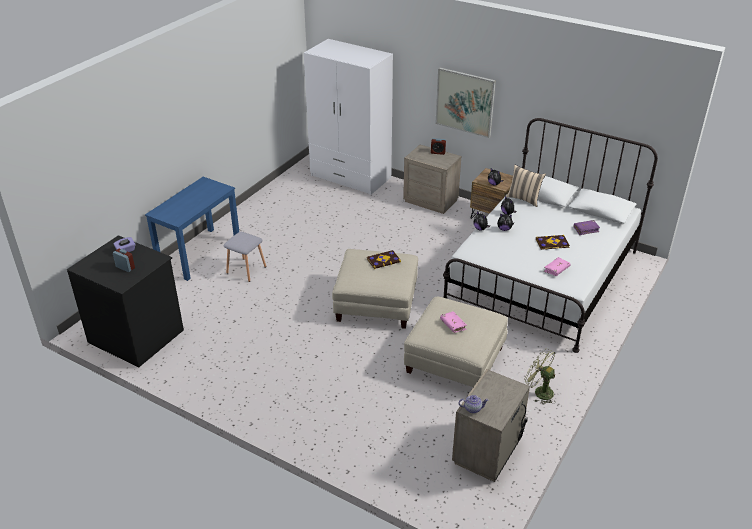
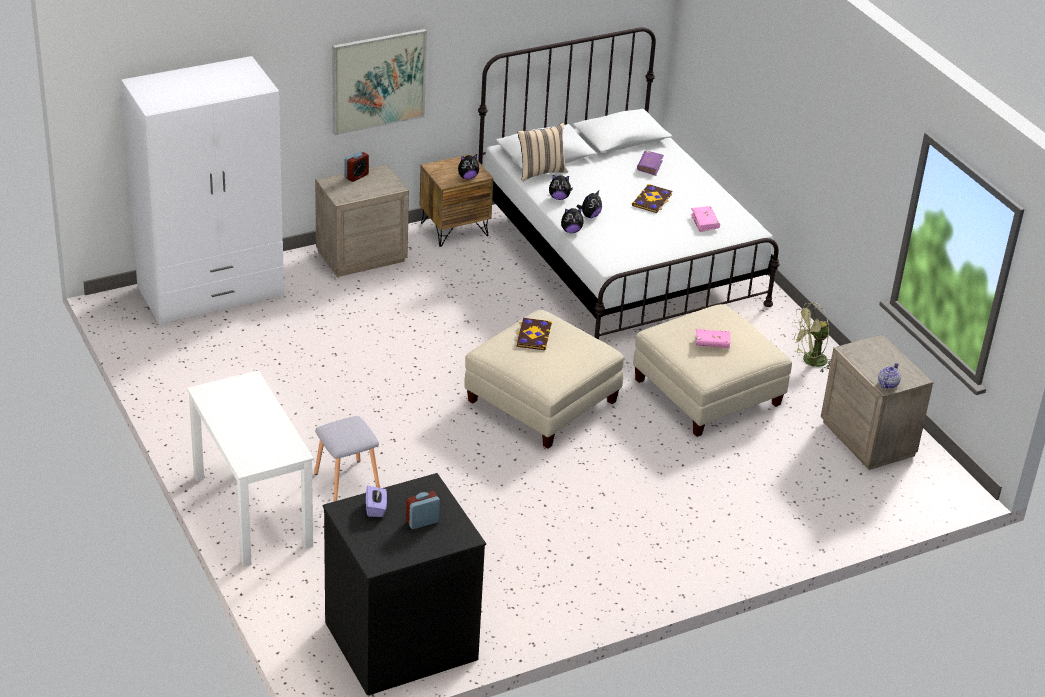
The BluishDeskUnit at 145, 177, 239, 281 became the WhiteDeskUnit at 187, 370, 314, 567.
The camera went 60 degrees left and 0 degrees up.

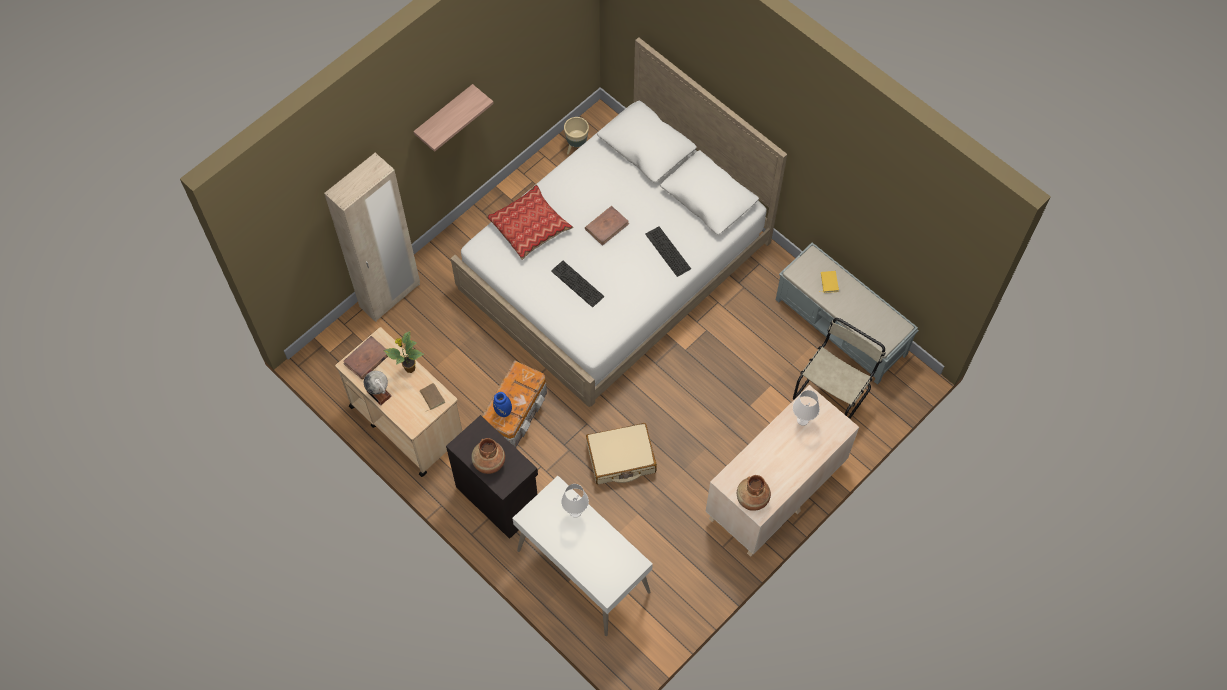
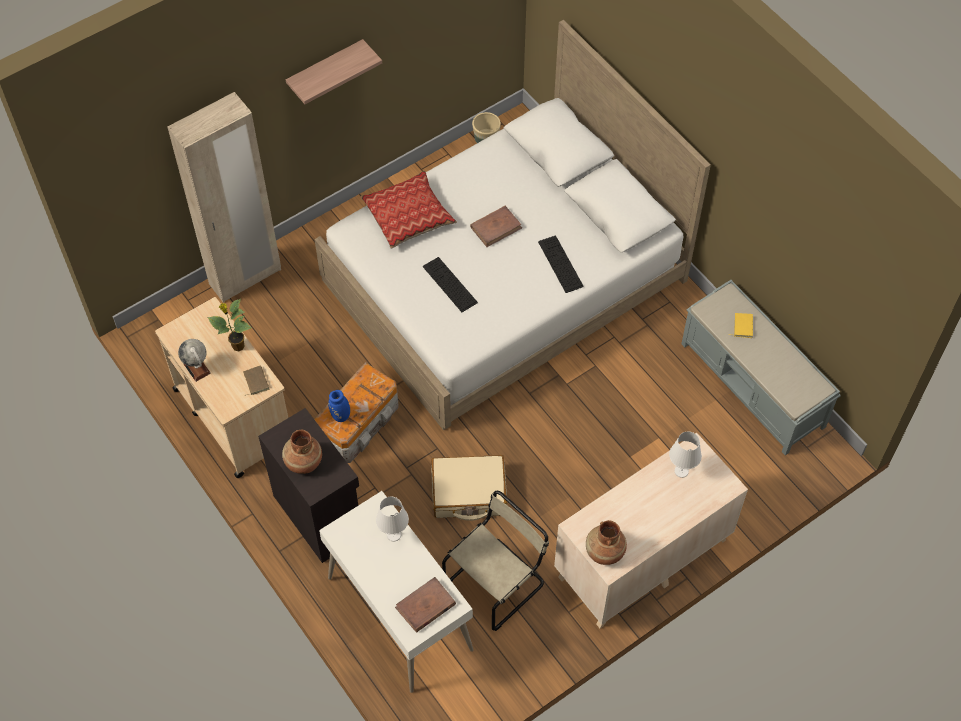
The BrownishBook moved from 343, 336, 388, 380 to 395, 577, 456, 633.
The BeigeChair moved from 793, 318, 886, 419 to 442, 491, 549, 631.
The camera went 10 degrees right and 5 degrees down.

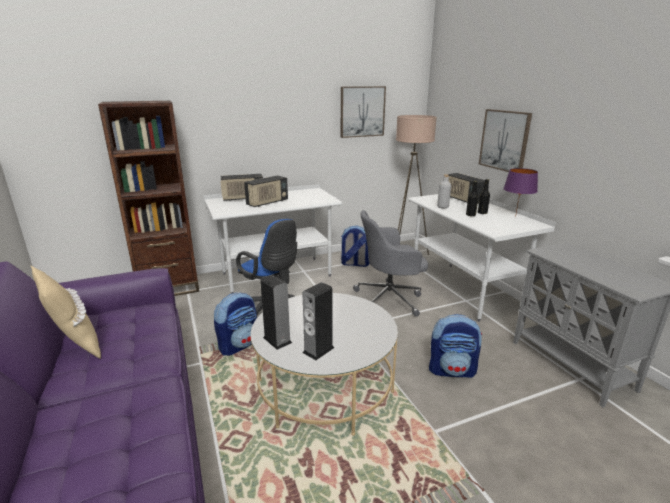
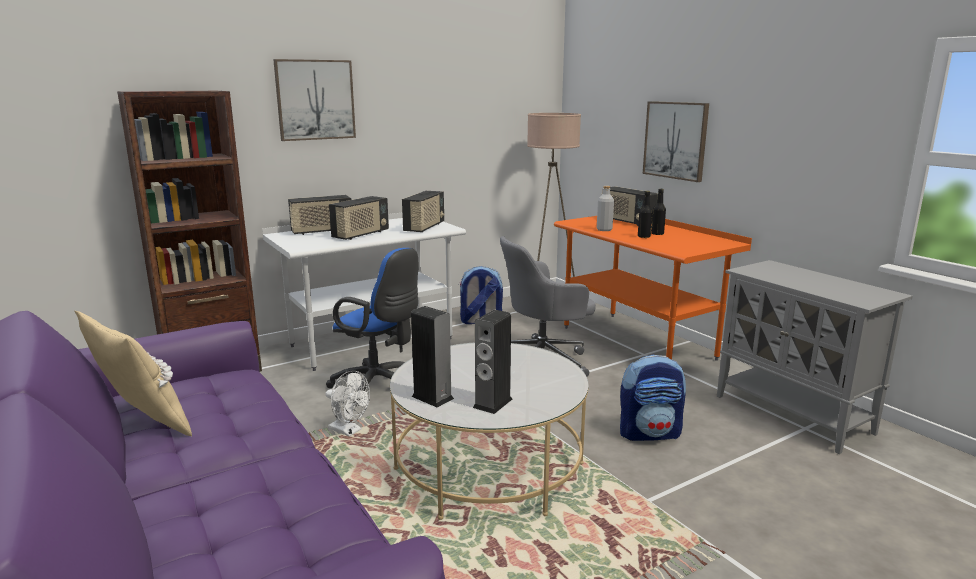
The WallPicture moved from 341, 86, 386, 138 to 273, 59, 356, 141.
The Backpack at 214, 292, 257, 356 was replaced by the WhiteCoolingFan at 326, 370, 370, 437.
The Radio at 402, 191, 444, 232 appeared.
The WhiteDeskUnit at 408, 194, 556, 322 became the OrangeyDeskUnit at 554, 216, 752, 361.
The PurpleLampForATable at 503, 168, 538, 218 disappeared.
The camera went 10 degrees left and 5 degrees down.

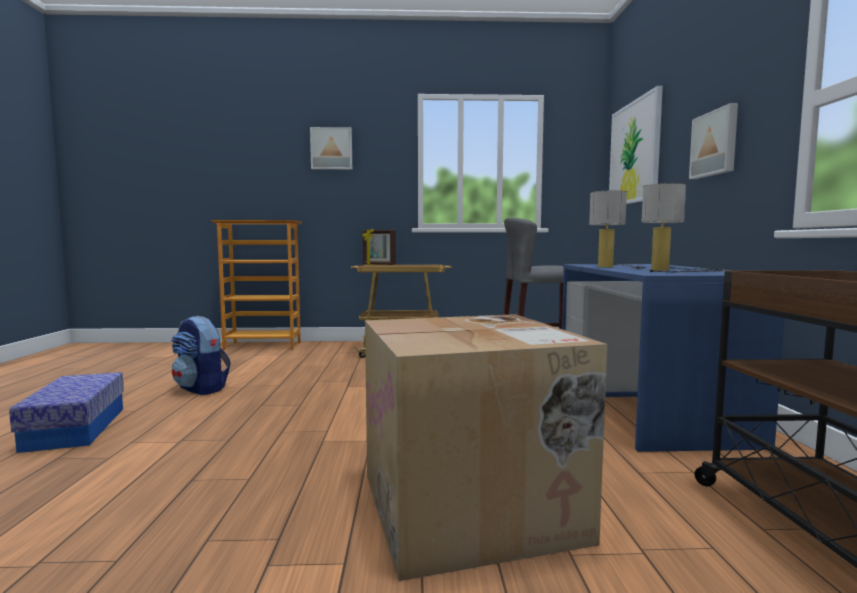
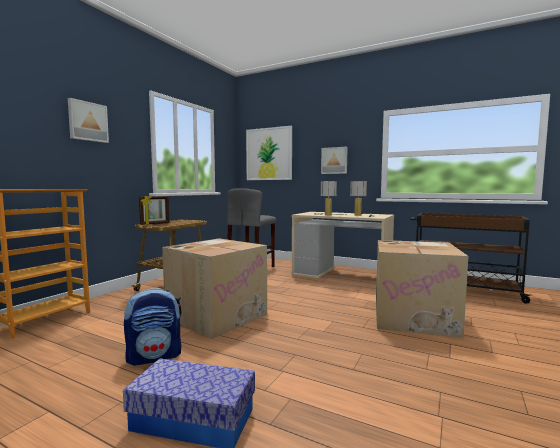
The PackingBox at 162, 238, 267, 339 appeared.
The BluishDeskUnit at 562, 264, 785, 452 became the BeigeDeskUnit at 292, 212, 394, 279.
The camera went 60 degrees left and 0 degrees up.

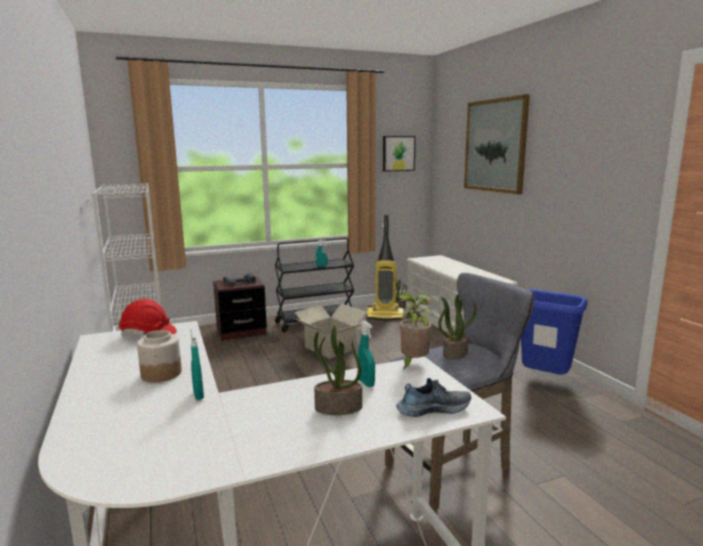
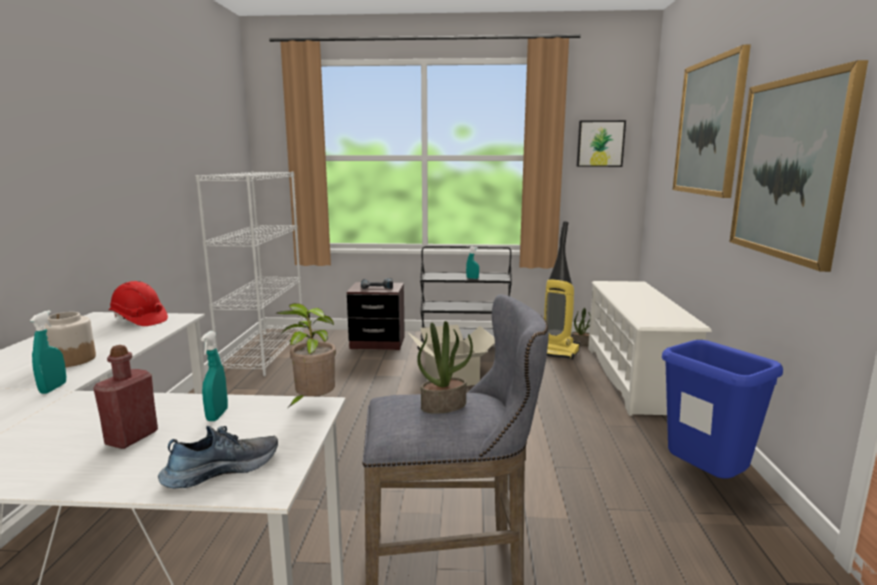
The PlantInAPot at 314, 326, 362, 415 was replaced by the RedBottle at 93, 345, 158, 449.
The ItemOfFootwear at 396, 378, 471, 417 turned 45 degrees counterclockwise.
The WallPicture at 729, 60, 868, 272 appeared.
The camera went 25 degrees right and 0 degrees up.

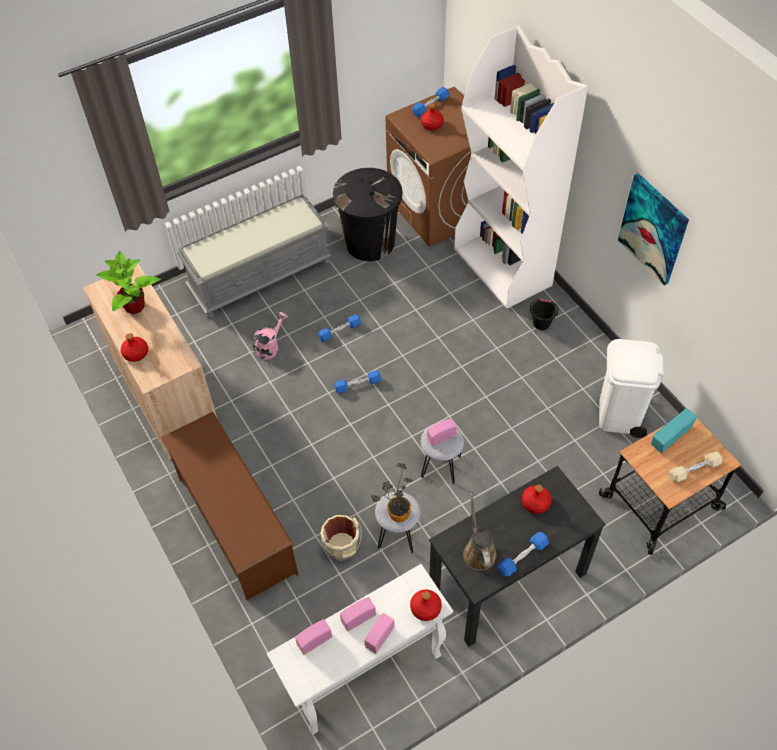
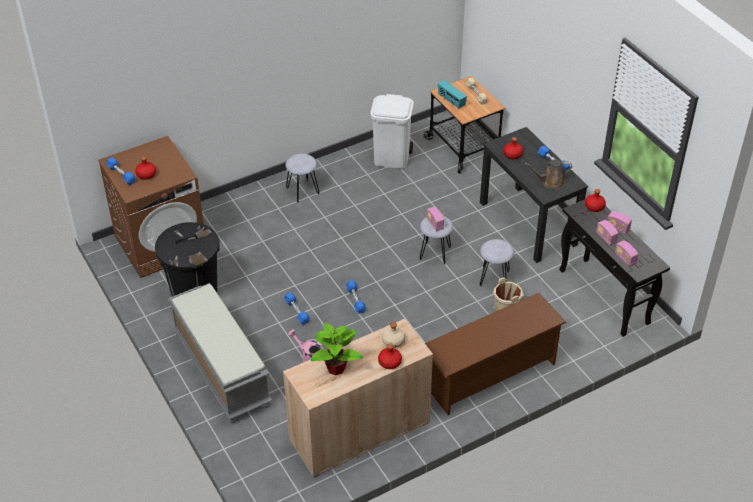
The BlackishWaterBucket at 530, 299, 559, 330 was replaced by the GrayStoolSeat at 286, 153, 319, 202.
The BeigeBottle at 382, 322, 405, 348 appeared.
The WhiteHallTable at 267, 564, 453, 735 became the BlackishHallTable at 559, 199, 670, 337.
The PlantInAPot at 371, 463, 413, 522 disappeared.
The WhiteShelvingUnit at 454, 25, 588, 309 disappeared.
The WallPicture at 618, 173, 689, 286 disappeared.
The camera went 90 degrees left and 10 degrees down.

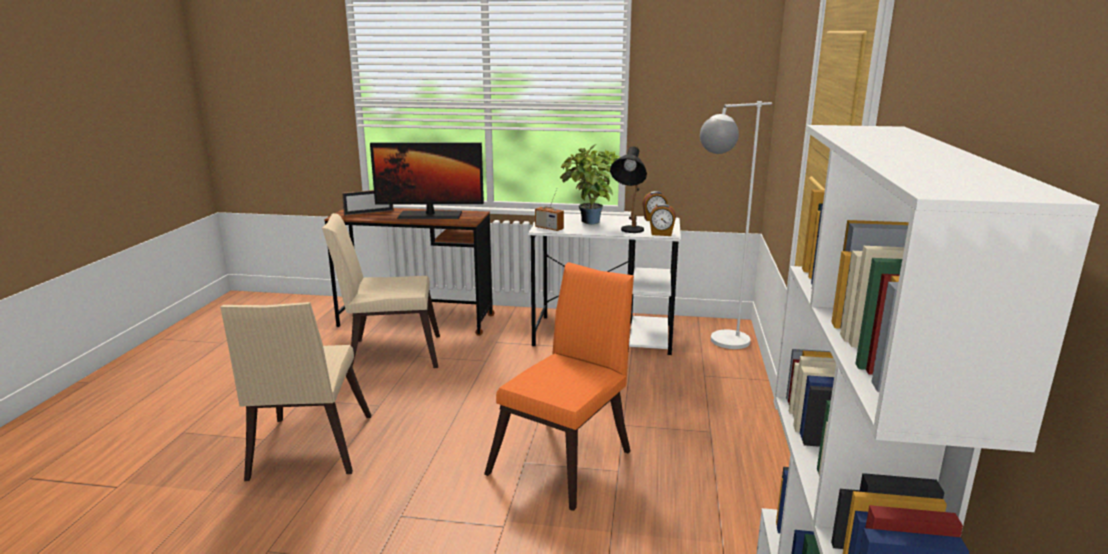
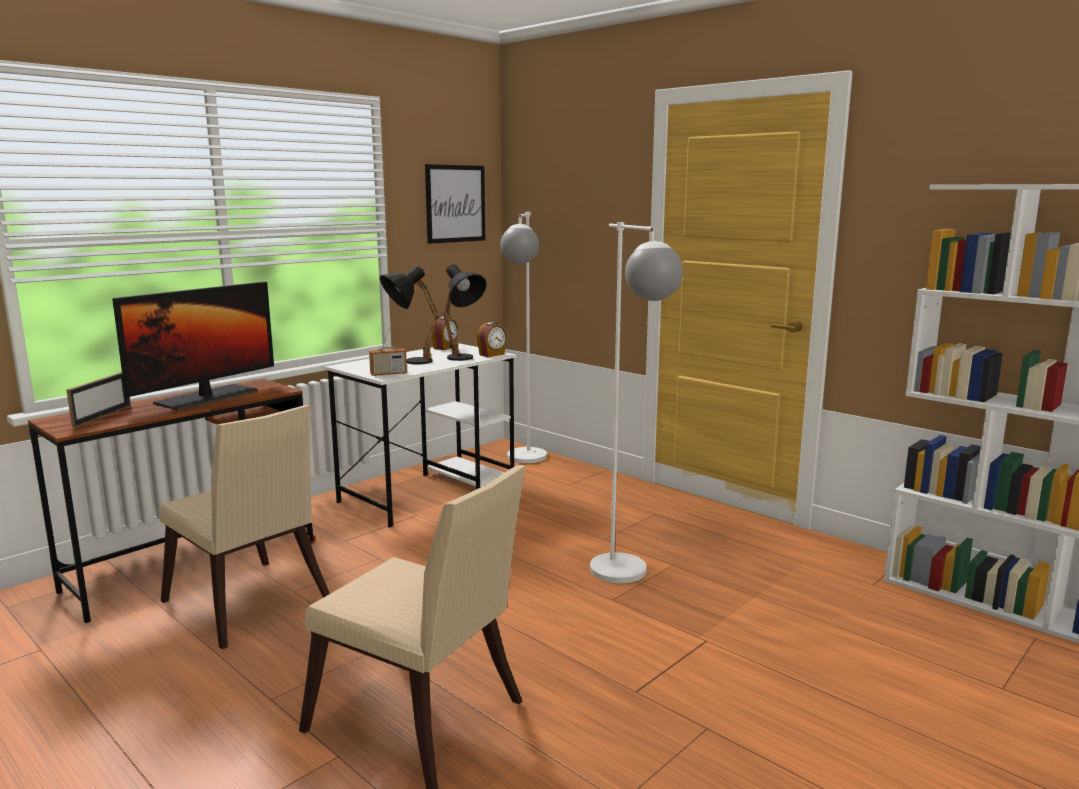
The BeigeChair at 322, 213, 440, 368 turned 75 degrees counterclockwise.
The PlantInAPot at 560, 145, 620, 225 was replaced by the BlackishLampForATable at 380, 266, 440, 364.
The WallPicture at 425, 164, 485, 244 appeared.
The OrangeyChair at 484, 262, 634, 511 was replaced by the WhiteStandingLamp at 590, 222, 683, 583.
The camera went 55 degrees left and 5 degrees down.

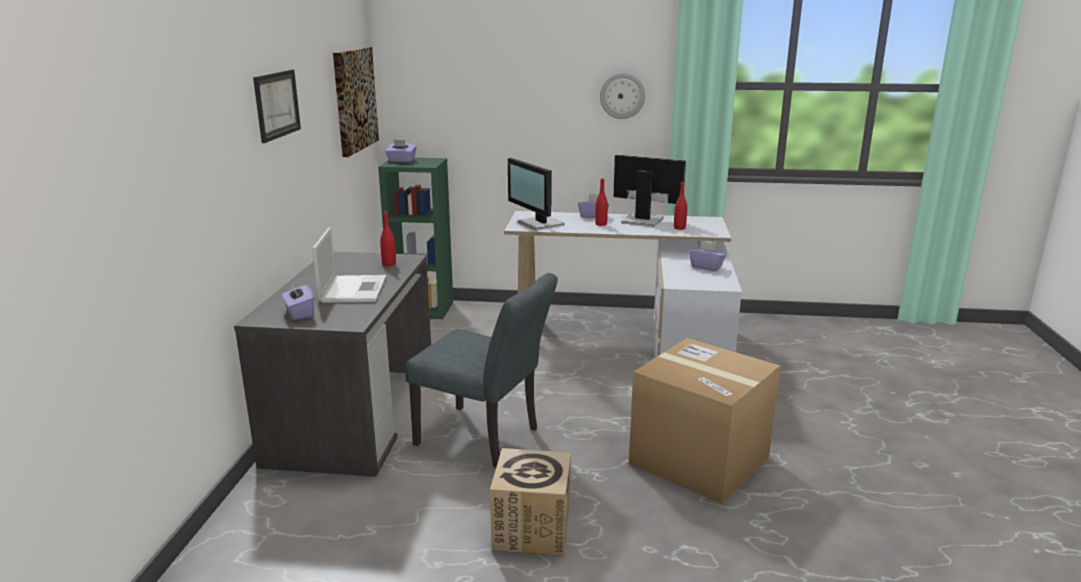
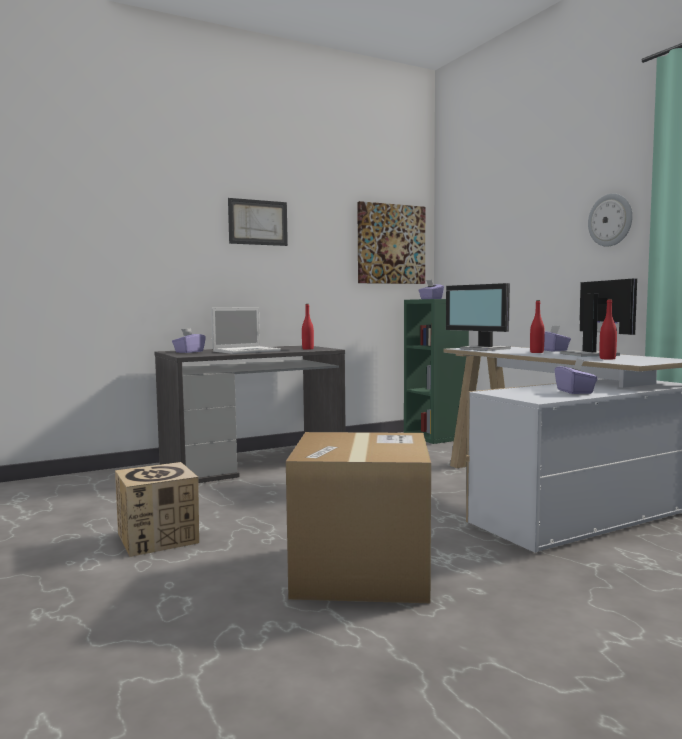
The ComputerDisplay at 508, 158, 565, 230 turned 60 degrees counterclockwise.
The GrayChair at 405, 273, 558, 468 disappeared.
The camera went 55 degrees right and 15 degrees down.

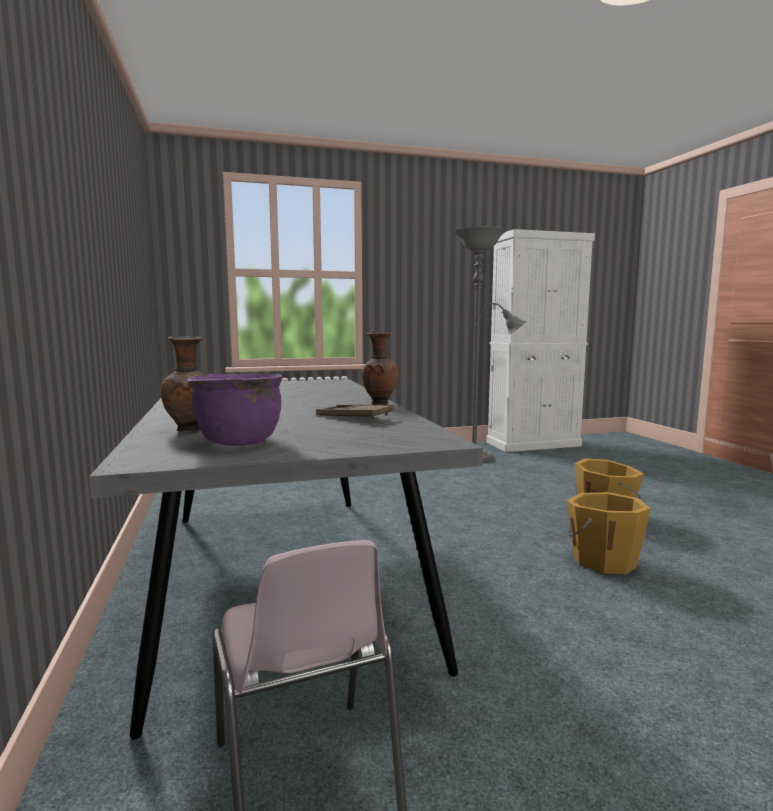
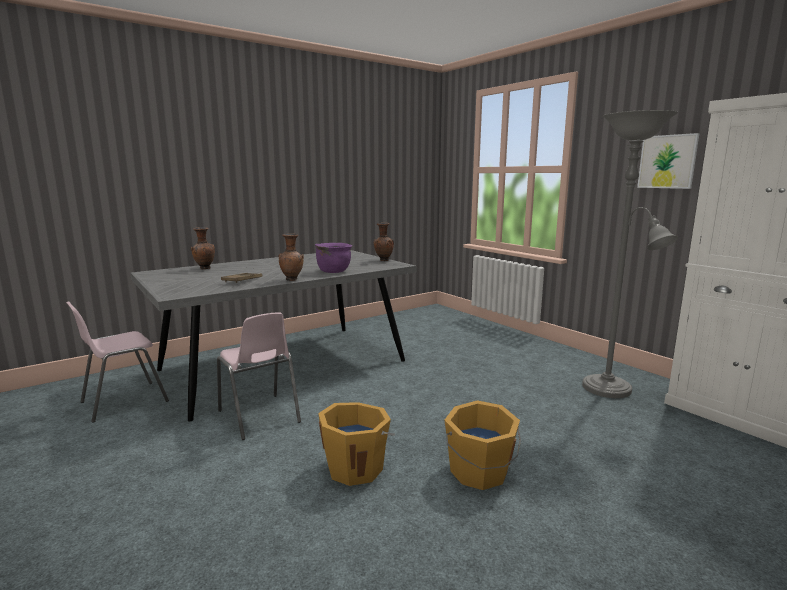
The PinkishChair at 217, 312, 301, 440 appeared.
The PurpleStockpot moved from 187, 373, 282, 446 to 315, 243, 352, 273.
The BrownishVase at 374, 223, 394, 261 appeared.
The WallPicture at 637, 133, 699, 189 appeared.
The camera went 70 degrees right and 5 degrees up.

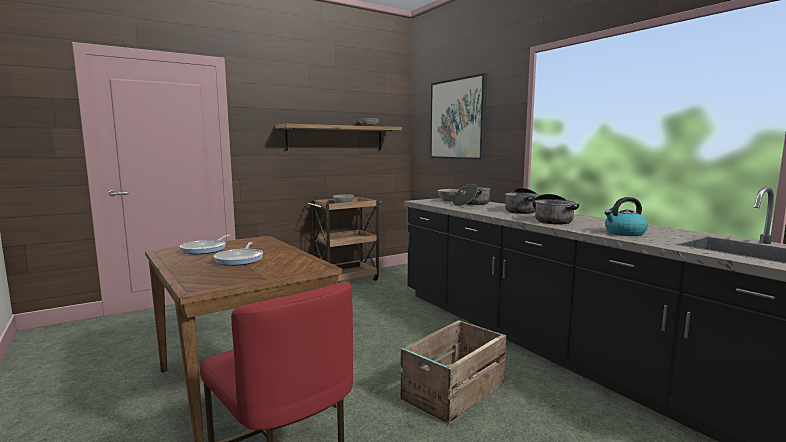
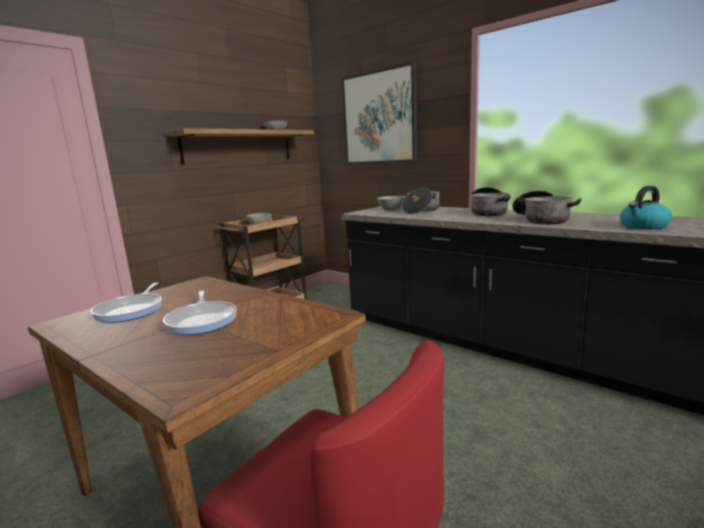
The PackingCrate at 401, 320, 506, 424 disappeared.
The camera went 15 degrees left and 5 degrees up.

